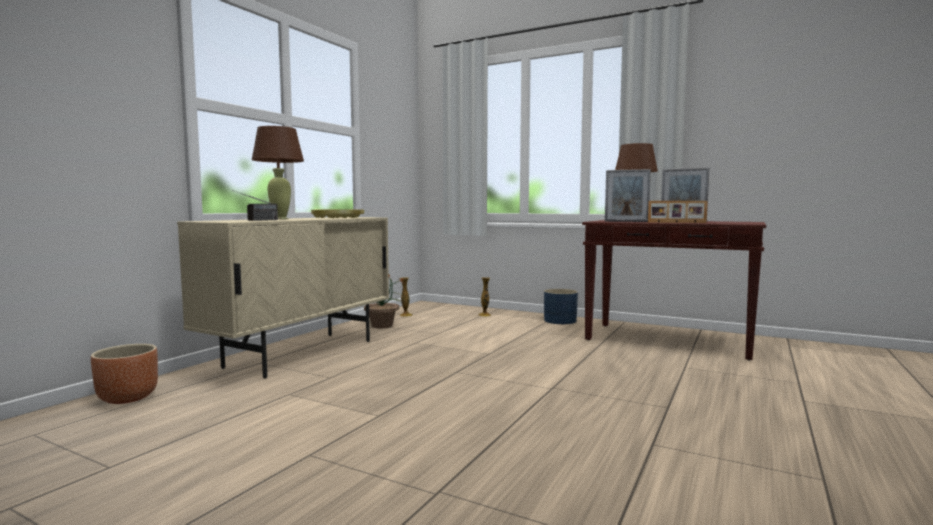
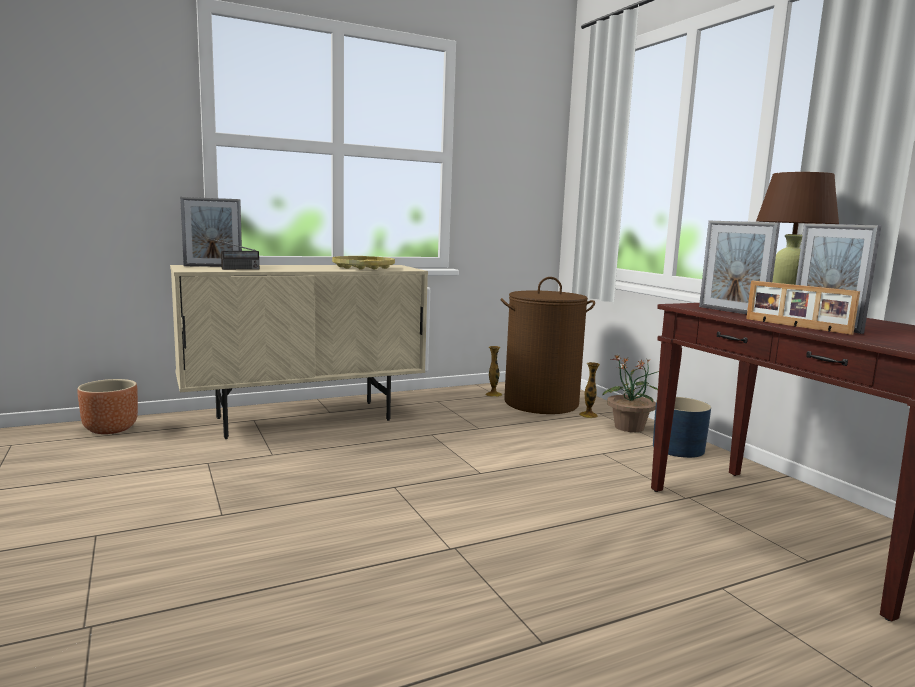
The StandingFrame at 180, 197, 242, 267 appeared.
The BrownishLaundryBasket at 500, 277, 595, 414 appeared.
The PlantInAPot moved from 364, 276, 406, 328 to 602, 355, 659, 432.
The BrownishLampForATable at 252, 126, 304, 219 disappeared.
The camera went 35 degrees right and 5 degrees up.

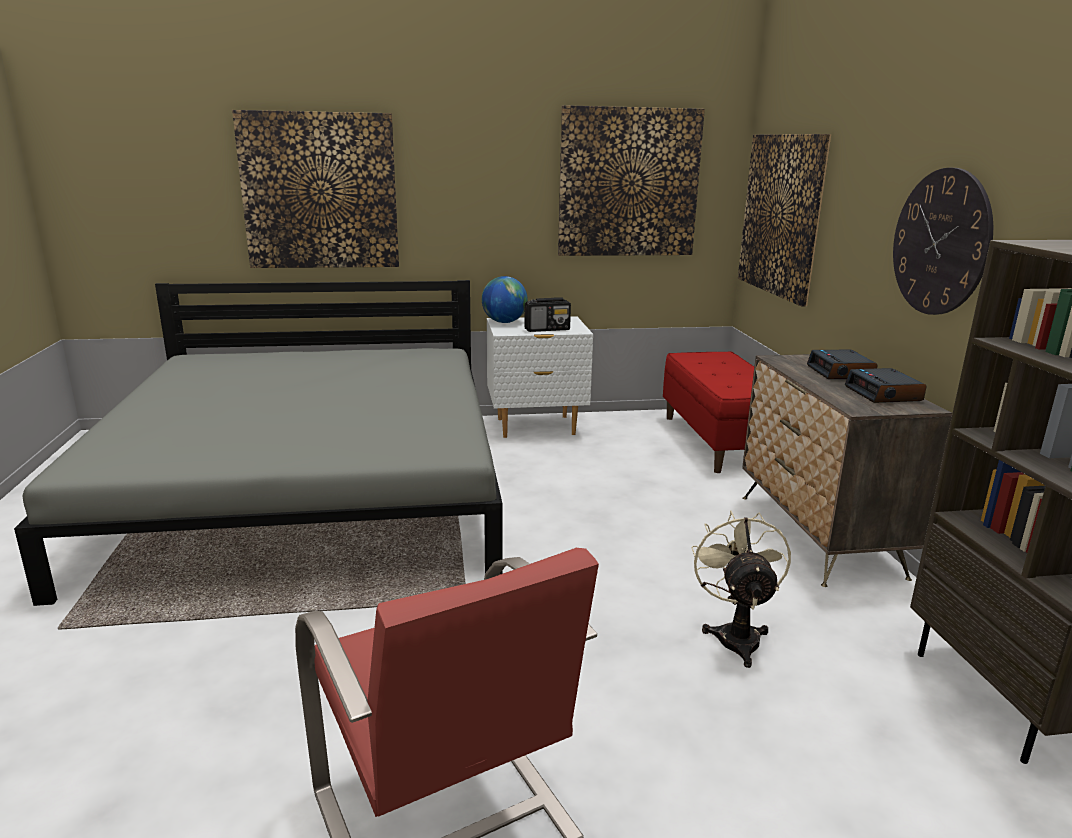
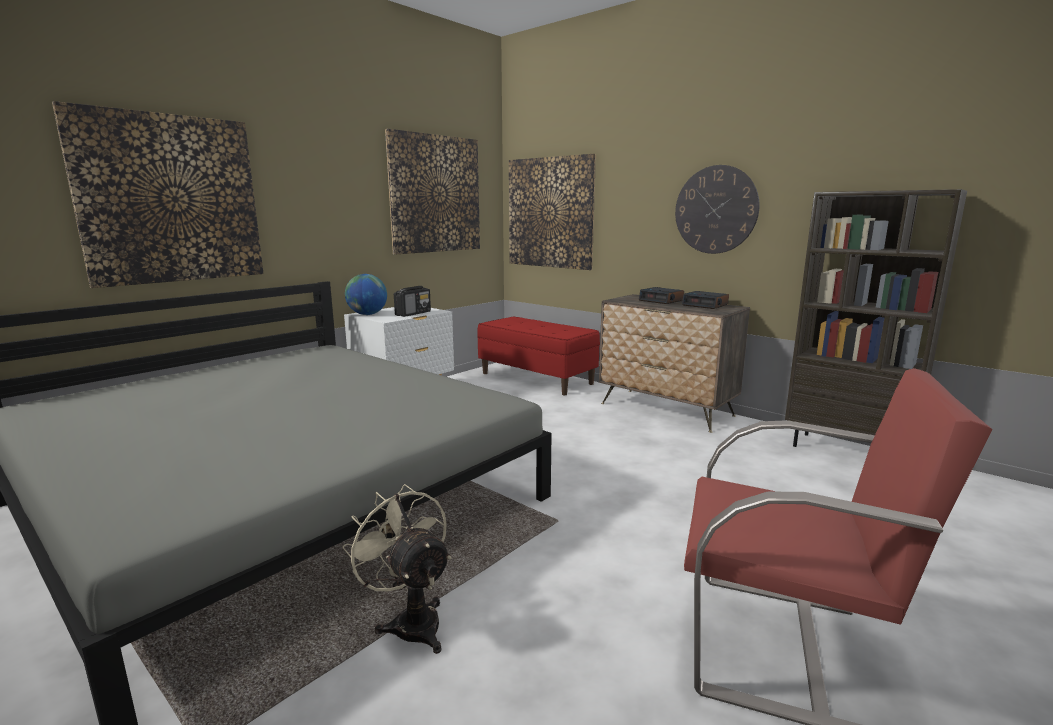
The BeigeCoolingFan moved from 691, 510, 791, 668 to 342, 484, 451, 654.
The camera went 40 degrees left and 5 degrees down.

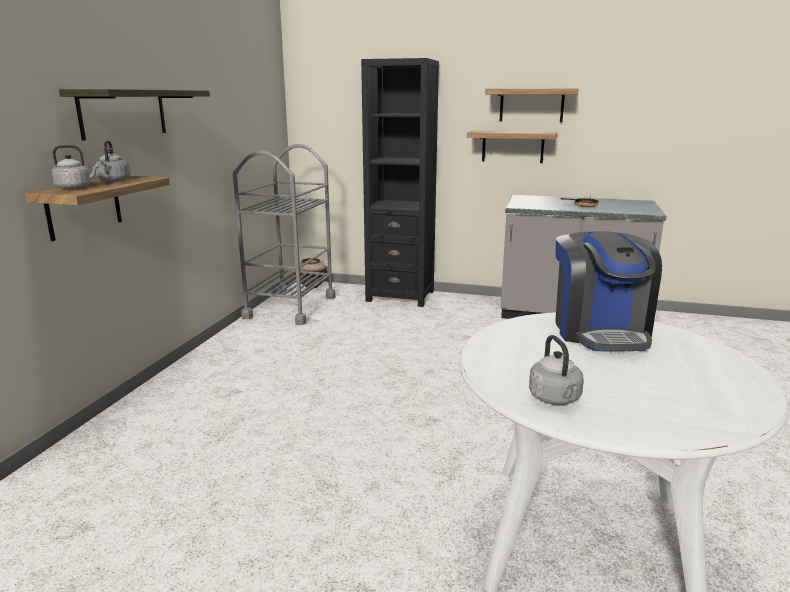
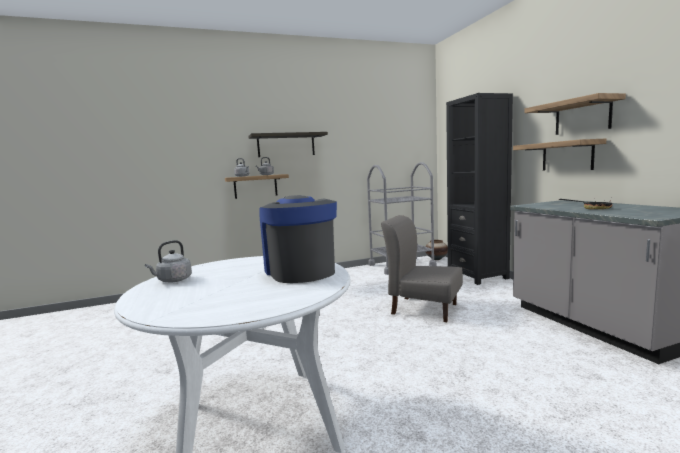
The CoffeeMachine at 555, 231, 662, 351 turned 105 degrees clockwise.
The GrayChair at 381, 215, 463, 322 appeared.
The camera went 55 degrees right and 10 degrees down.

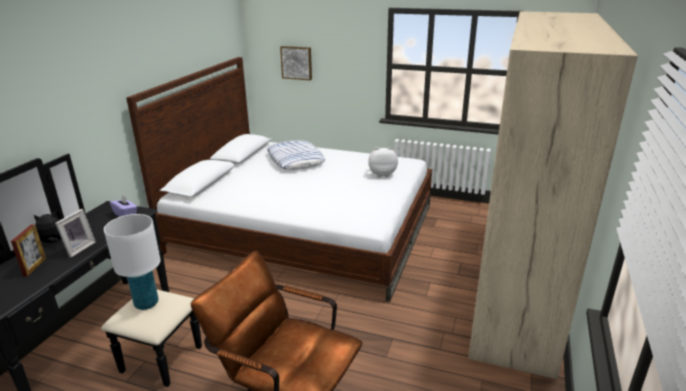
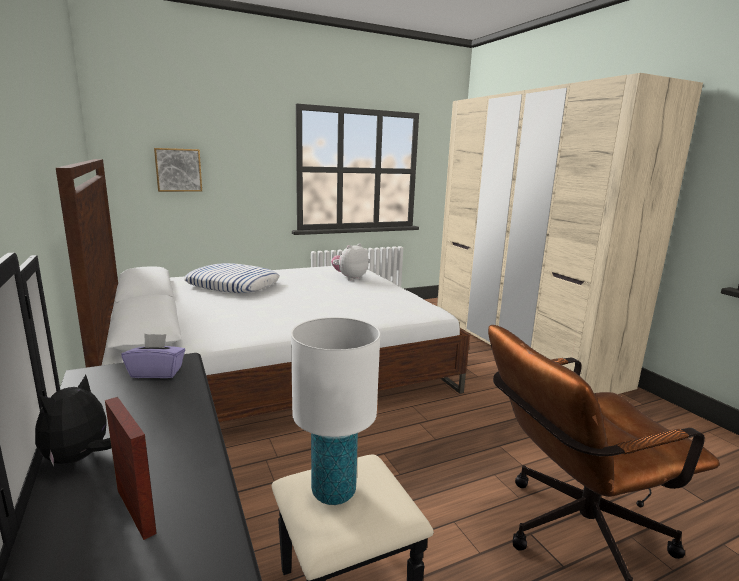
The StandingFrame at 55, 209, 96, 258 disappeared.
The camera went 45 degrees left and 10 degrees down.

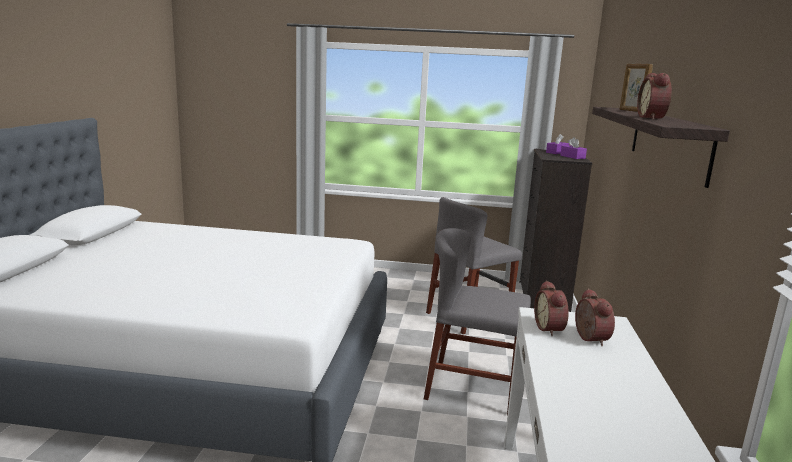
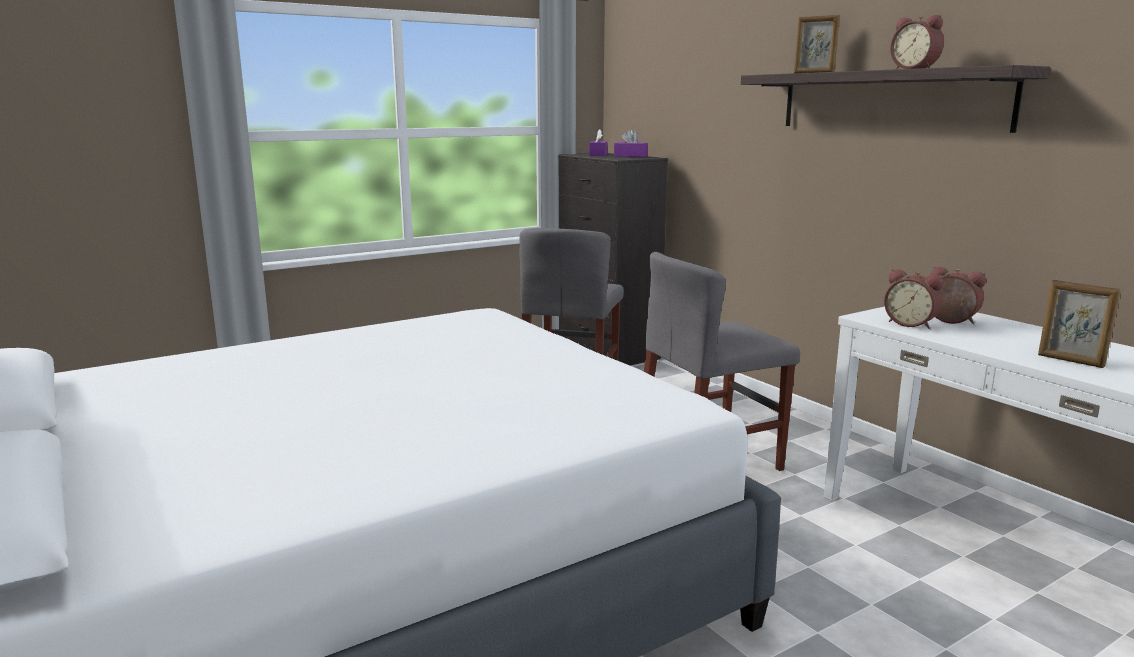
The StandingFrame at 1038, 280, 1121, 368 appeared.
The camera went 40 degrees left and 0 degrees up.

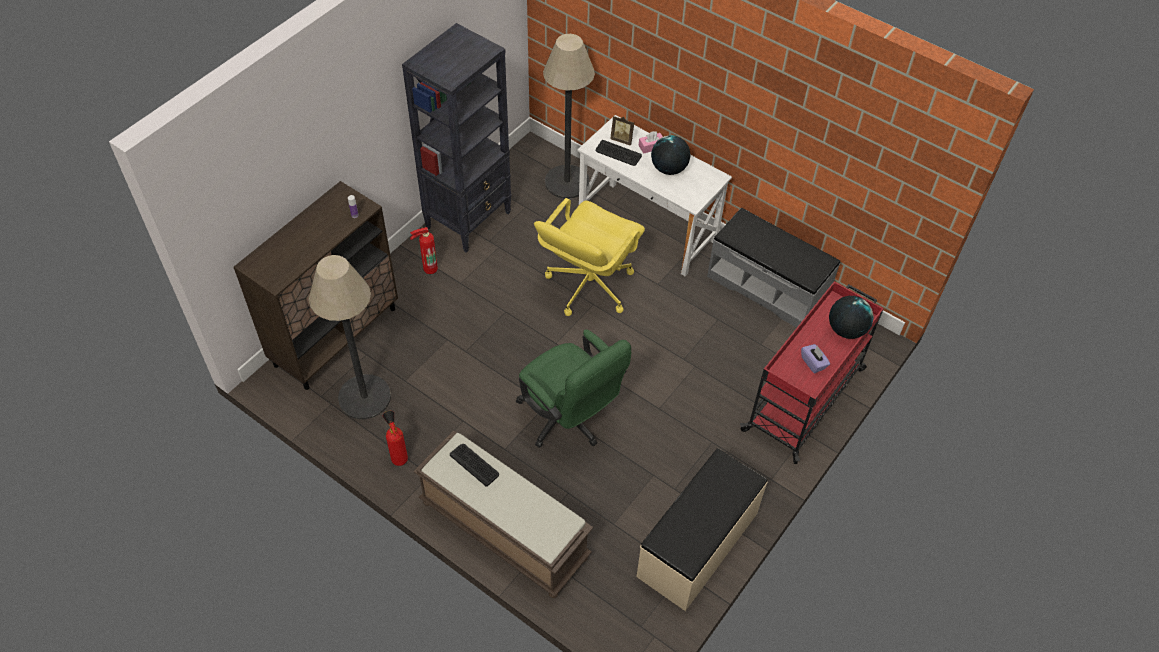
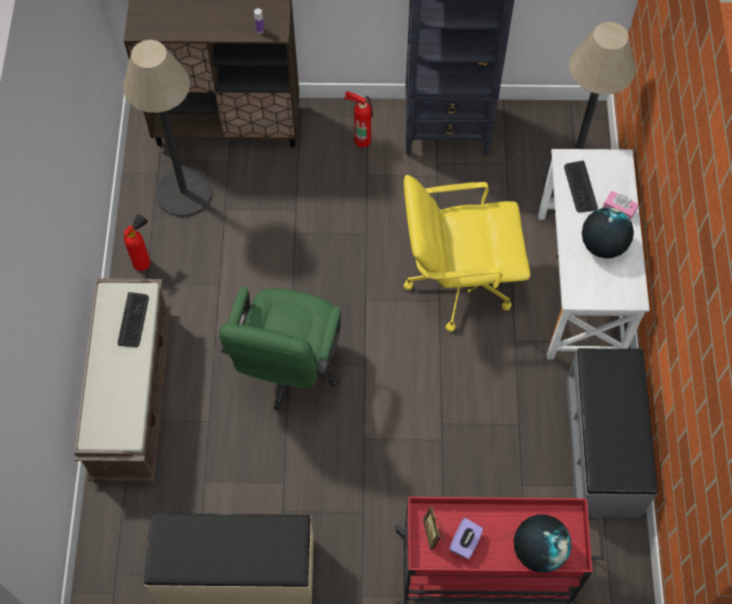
The StandingFrame moved from 610, 116, 634, 146 to 423, 506, 445, 550.
The camera went 55 degrees right and 10 degrees up.

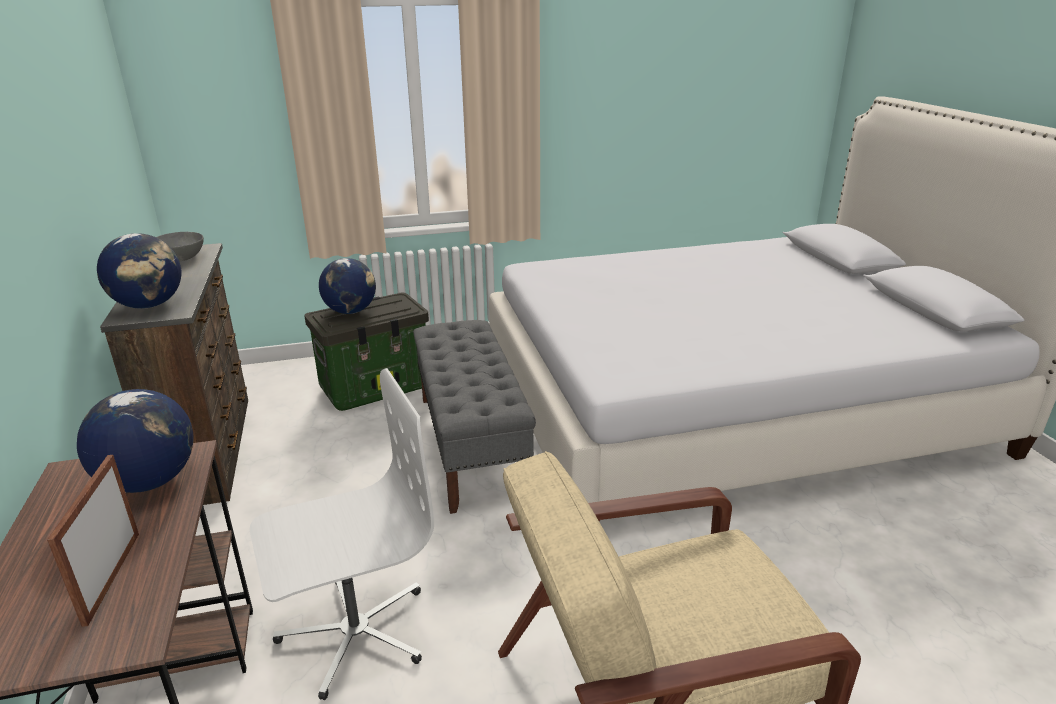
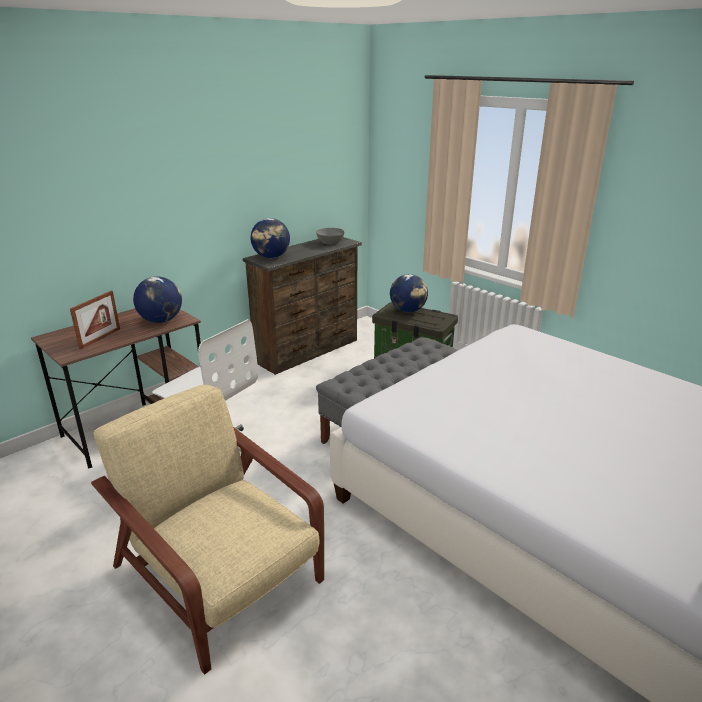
The StandingFrame at 47, 455, 139, 627 turned 150 degrees clockwise.
The camera went 60 degrees right and 0 degrees up.

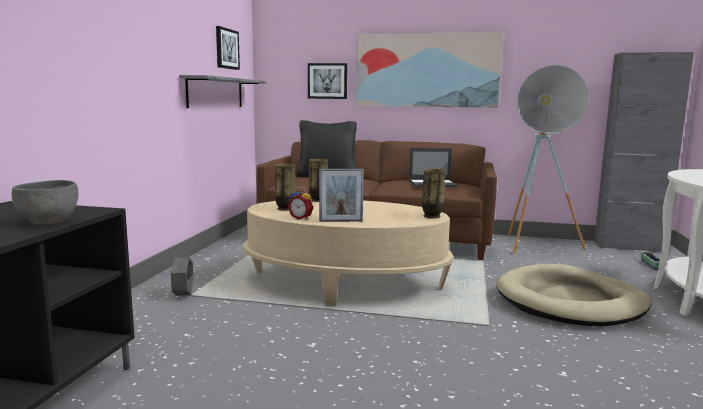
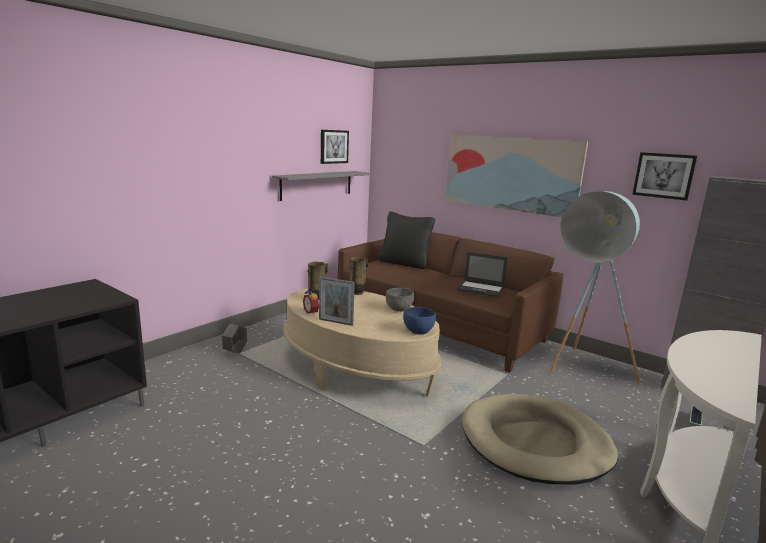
The GrayDeepDish moved from 12, 180, 79, 225 to 386, 288, 414, 312.
The Vase at 422, 169, 445, 219 was replaced by the BluishDeepDish at 403, 307, 436, 334.
The WallPicture moved from 308, 63, 347, 99 to 632, 152, 697, 201.
The camera went 25 degrees right and 5 degrees up.

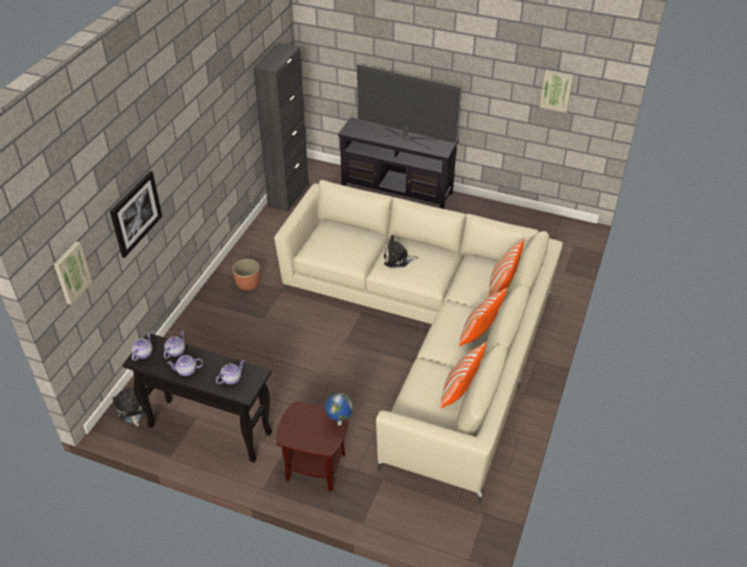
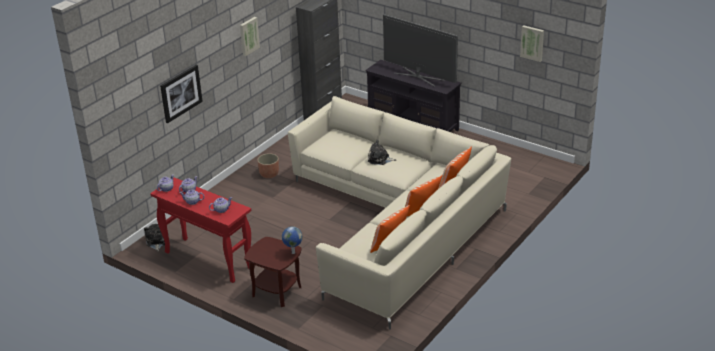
The BlackishHallTable at 122, 334, 272, 462 became the RedHallTable at 150, 178, 251, 283.
The WallPicture moved from 54, 242, 92, 305 to 240, 17, 260, 56.
The camera went 15 degrees right and 10 degrees down.

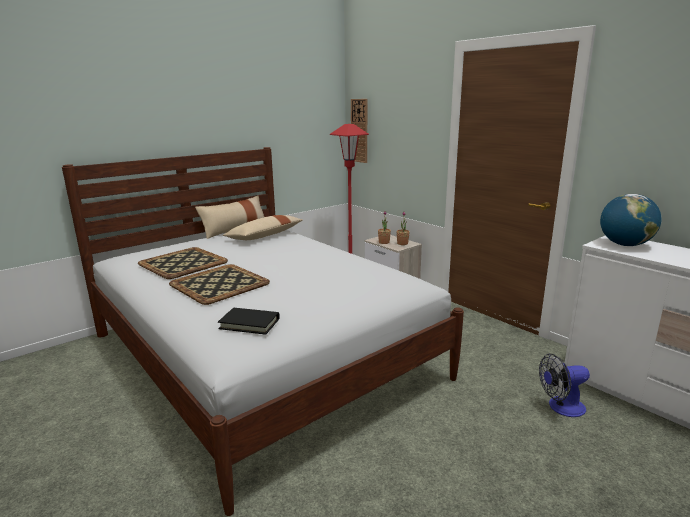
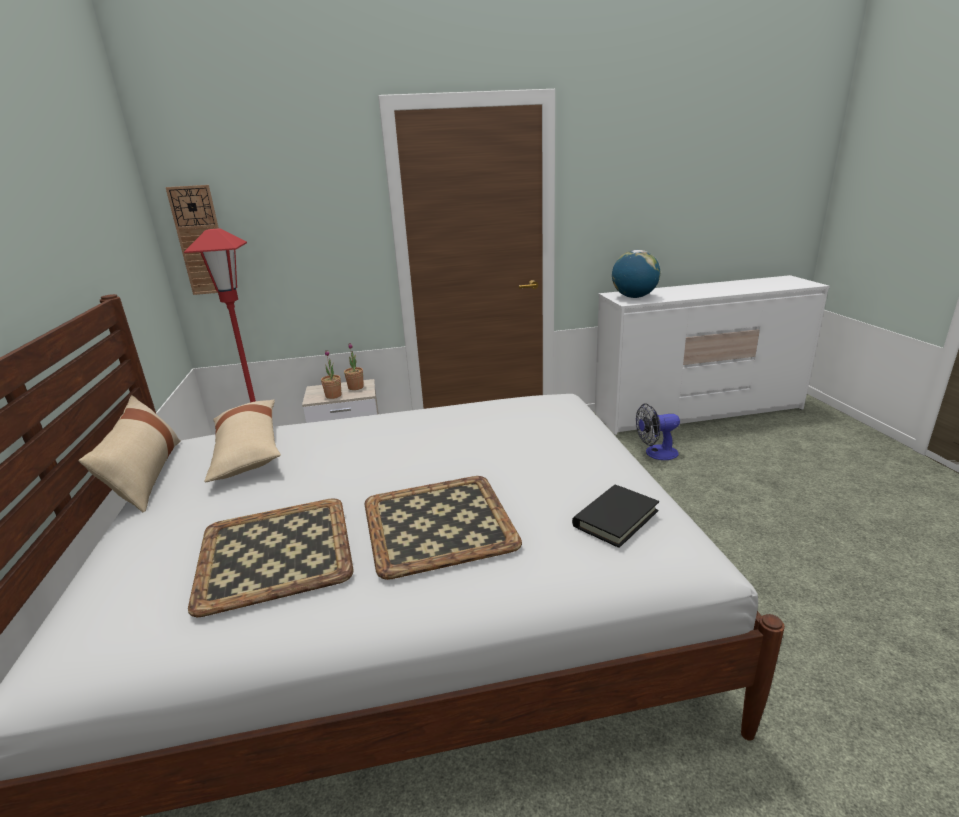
The CoolingFan at 539, 354, 590, 417 turned 60 degrees clockwise.
The camera went 60 degrees left and 5 degrees up.

